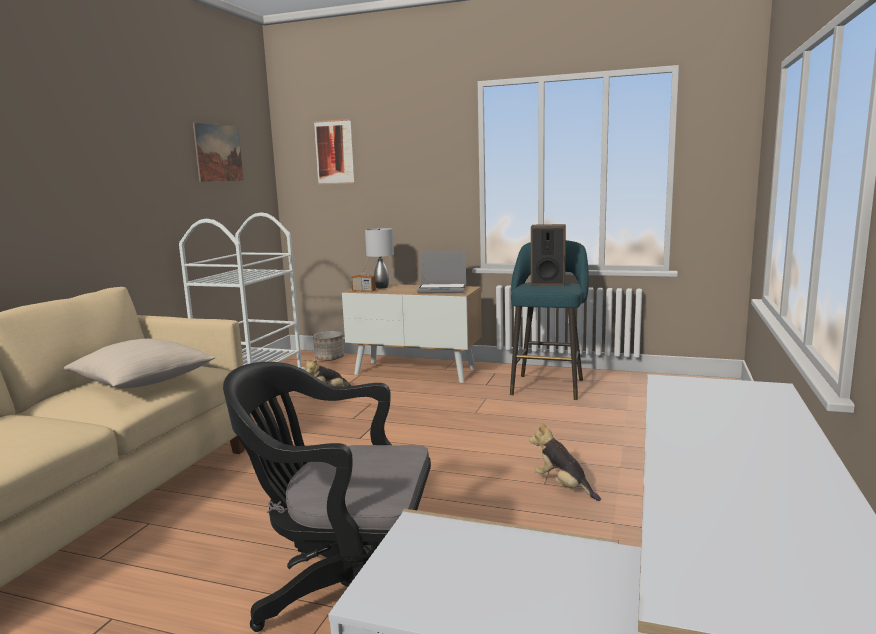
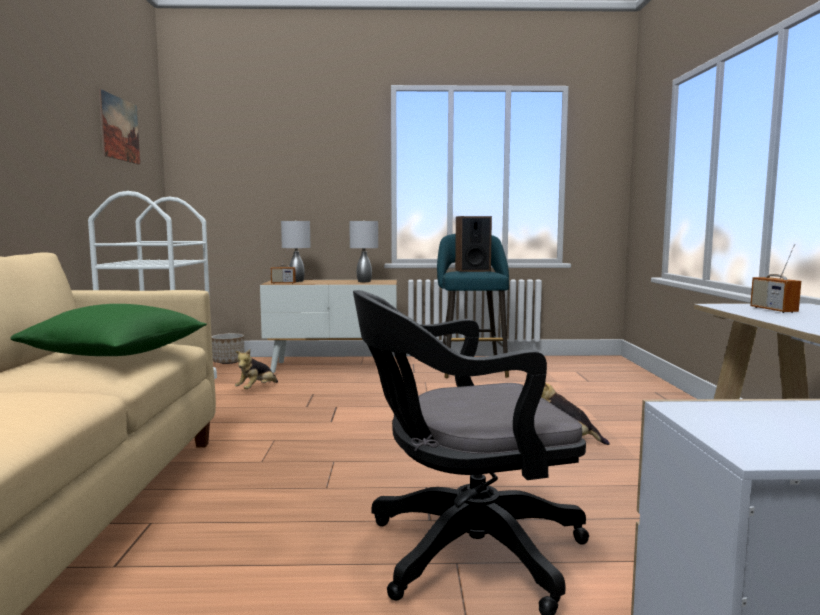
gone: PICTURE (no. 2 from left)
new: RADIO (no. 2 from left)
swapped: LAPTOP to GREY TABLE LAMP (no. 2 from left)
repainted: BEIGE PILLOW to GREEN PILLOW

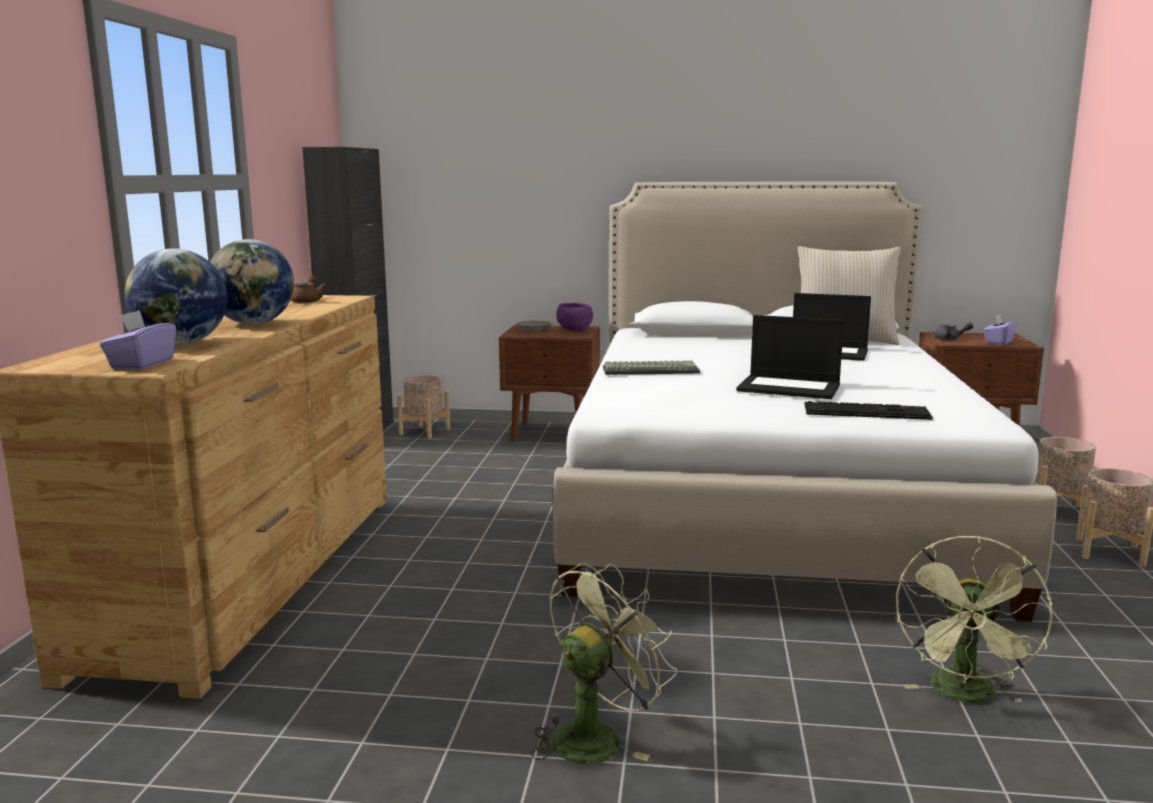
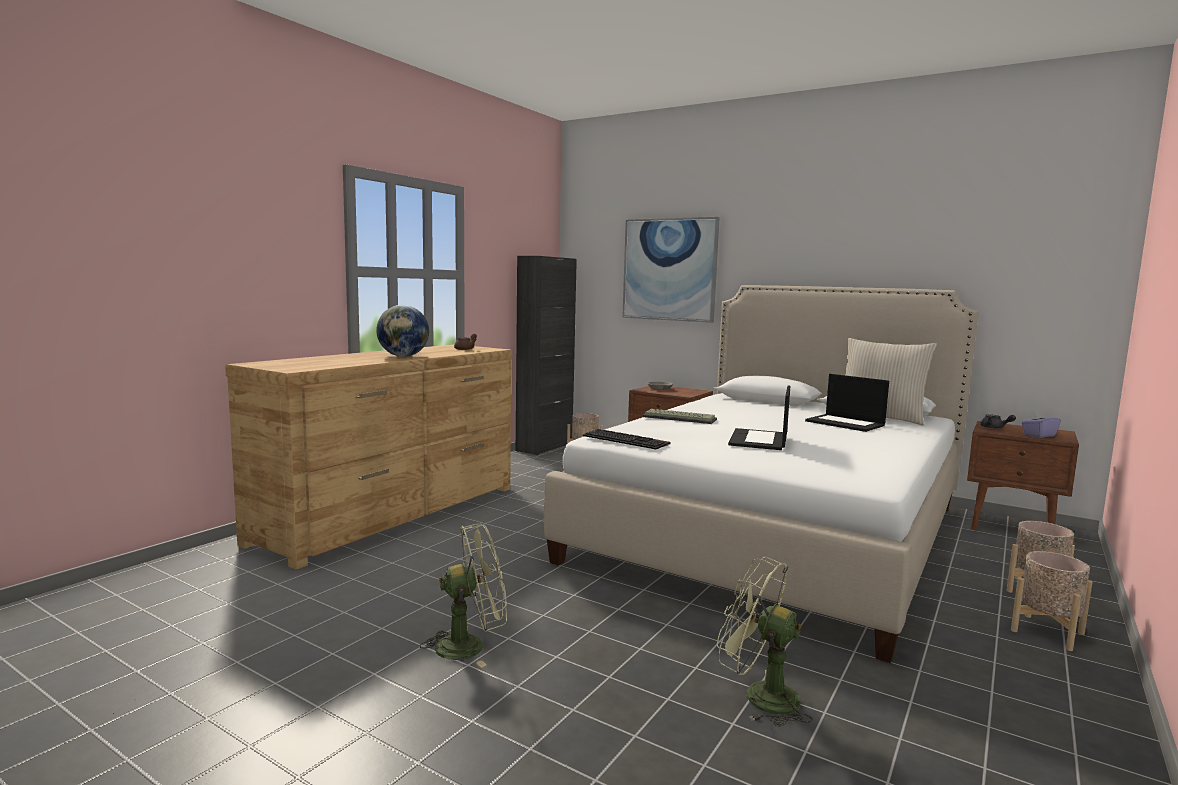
gone: PURPLE TISSUE BOX (no. 1 from left); GLOBE (no. 1 from left); PURPLE BOWL
new: PICTURE
shifted: KEYBOARD (no. 2 from left in the first image) to KEYBOARD (no. 1 from left)
rotated: LAPTOP (no. 1 from left) 60 degrees clockwise; GREEN FAN (no. 2 from left) 75 degrees clockwise

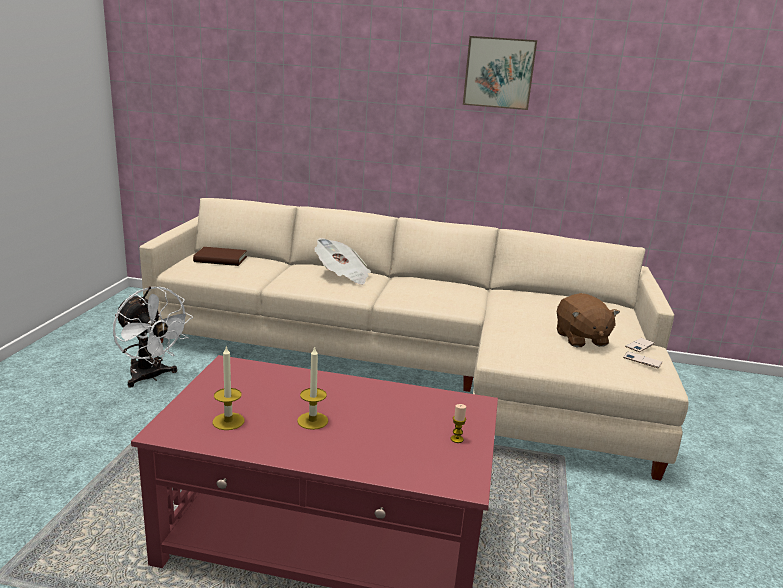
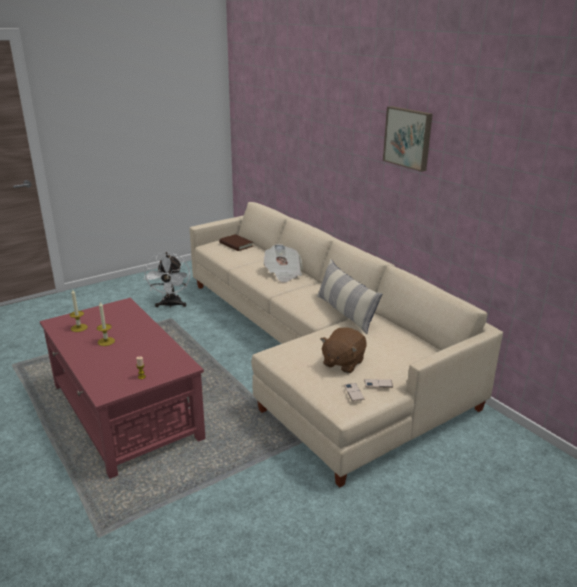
new: PILLOW

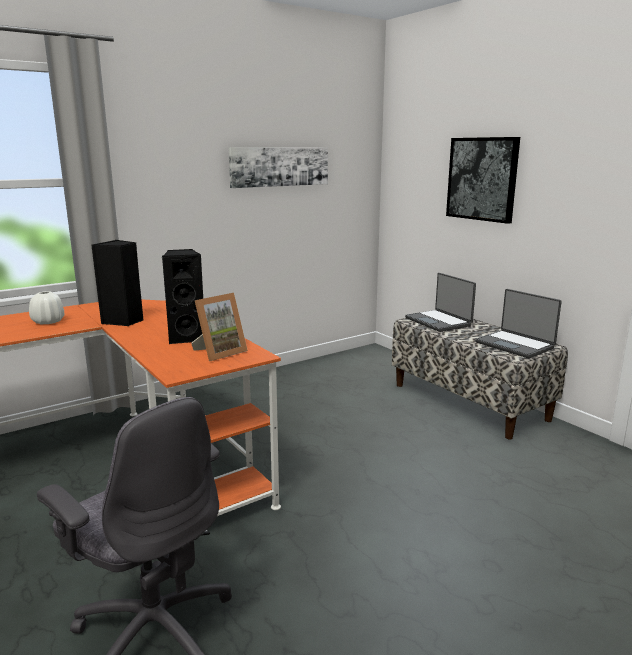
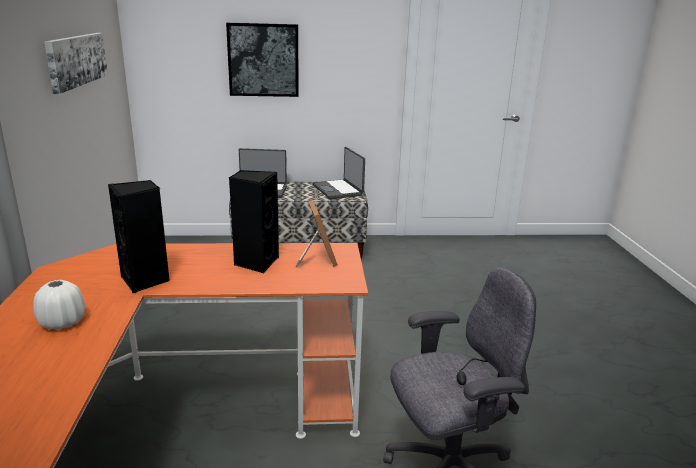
rotated: LAPTOP (no. 2 from left) 75 degrees clockwise

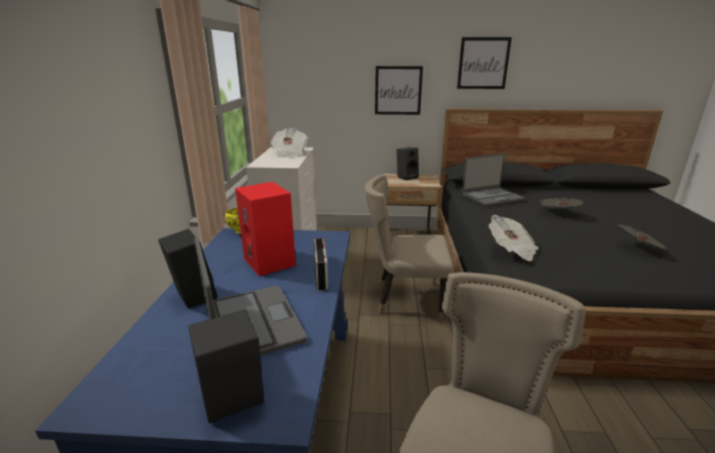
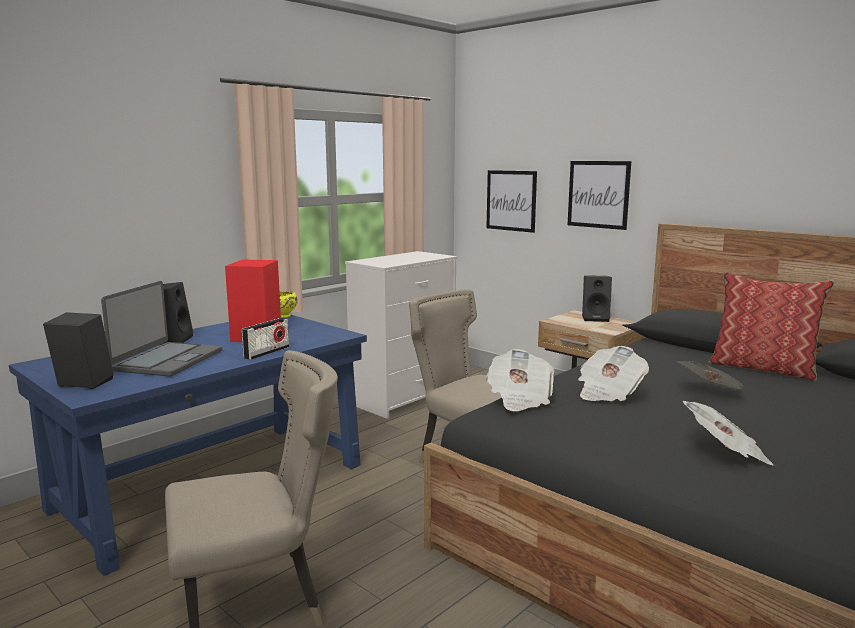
gone: LAPTOP (no. 2 from left)
new: PILLOW
shifted: NEWSPAPER (no. 1 from left in the first image) to NEWSPAPER (no. 2 from left); PICTURE (no. 2 from left in the first image) to PICTURE (no. 1 from left)

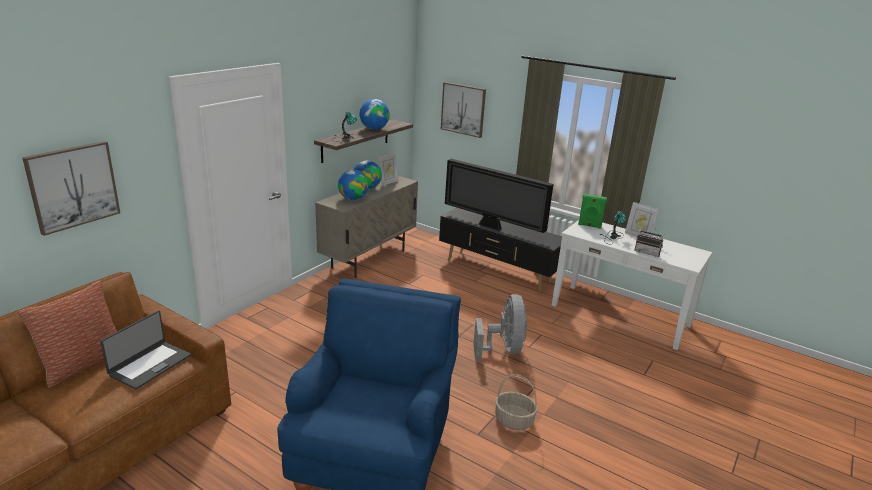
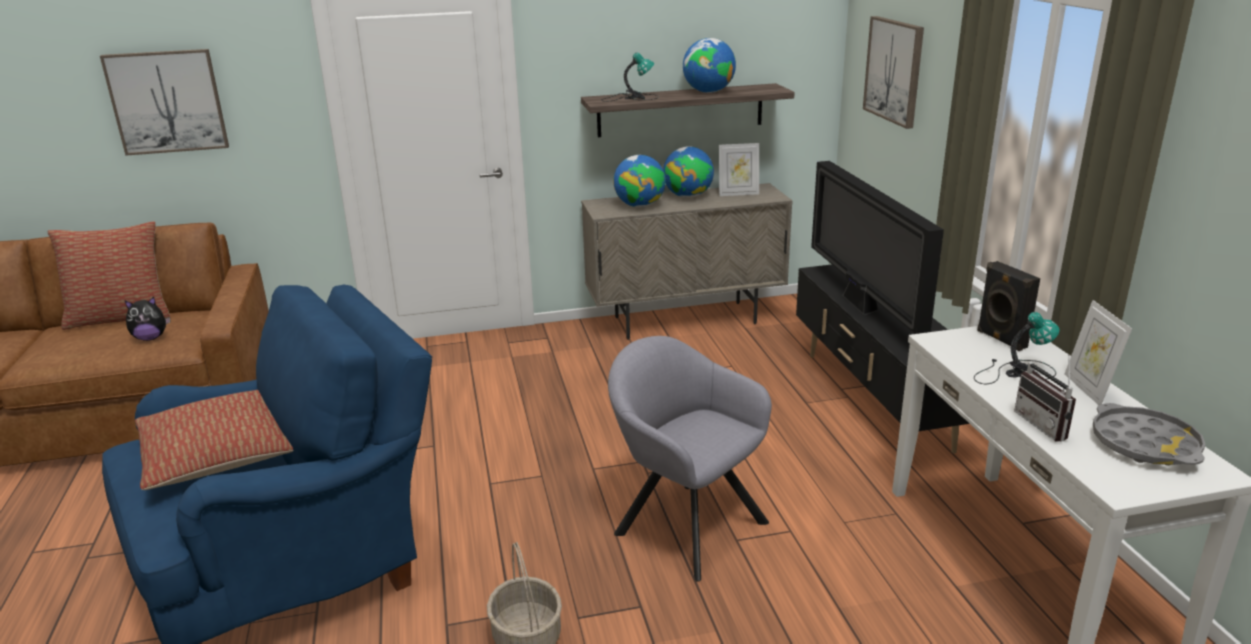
new: PILLOW (no. 2 from left); GREY TRAY
swapped: LAPTOP to PLUSH TOY; GREY FAN to GREY ARMCHAIR
repainted: GREEN SPEAKER to BLACK SPEAKER

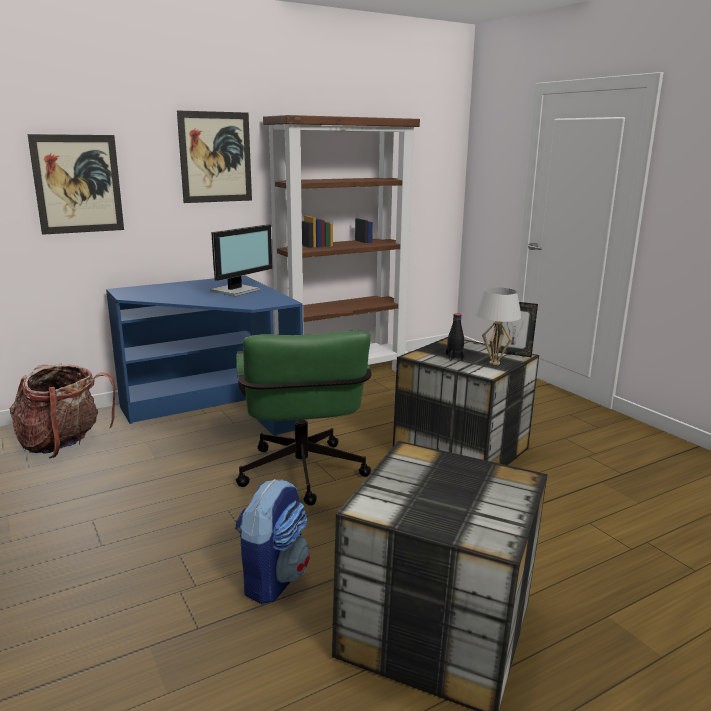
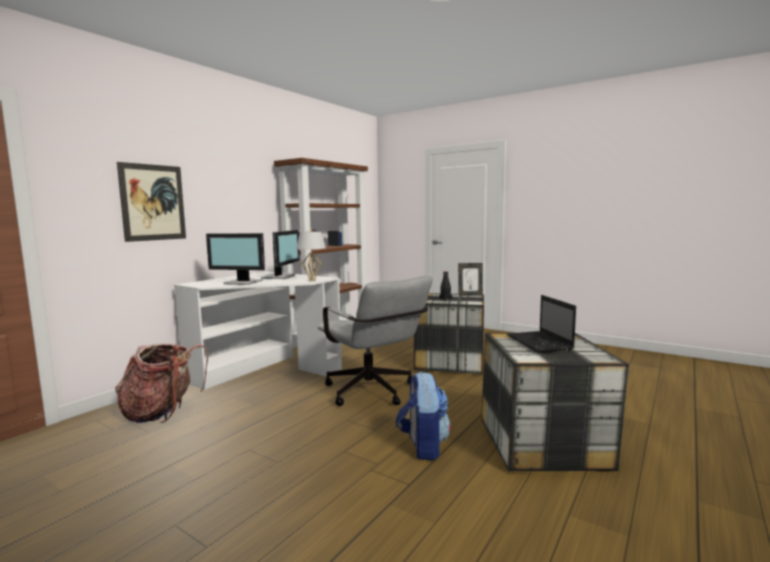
gone: PICTURE (no. 2 from left)
new: MONITOR (no. 1 from left); LAPTOP
shifted: WHITE TABLE LAMP
repainted: BLUE DESK to WHITE DESK; GREEN OFFICE CHAIR to GREY OFFICE CHAIR

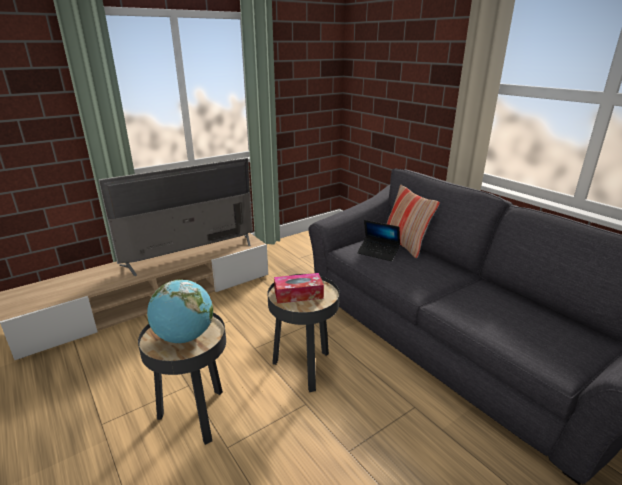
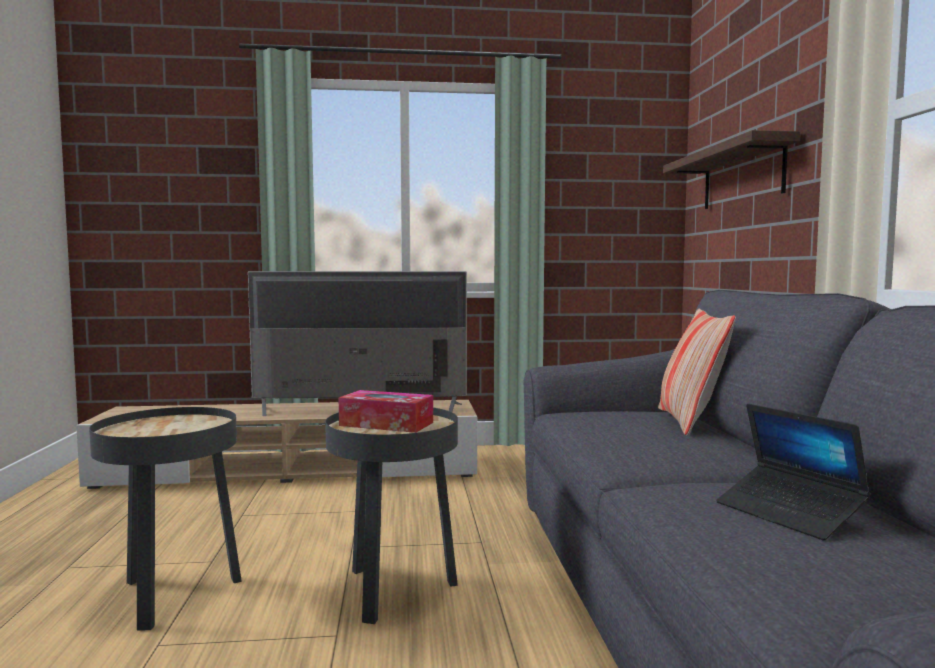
gone: GLOBE
new: SHELF
shifted: LAPTOP

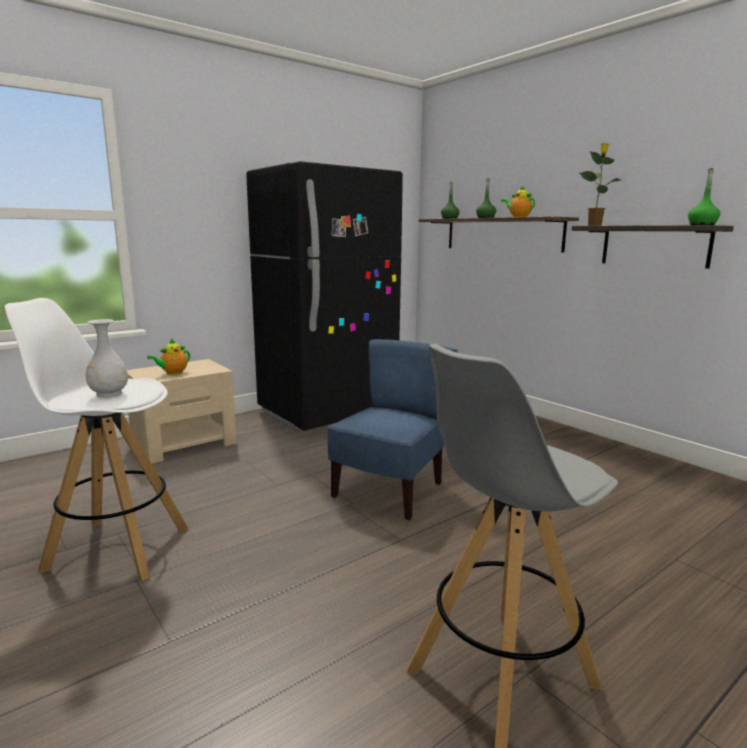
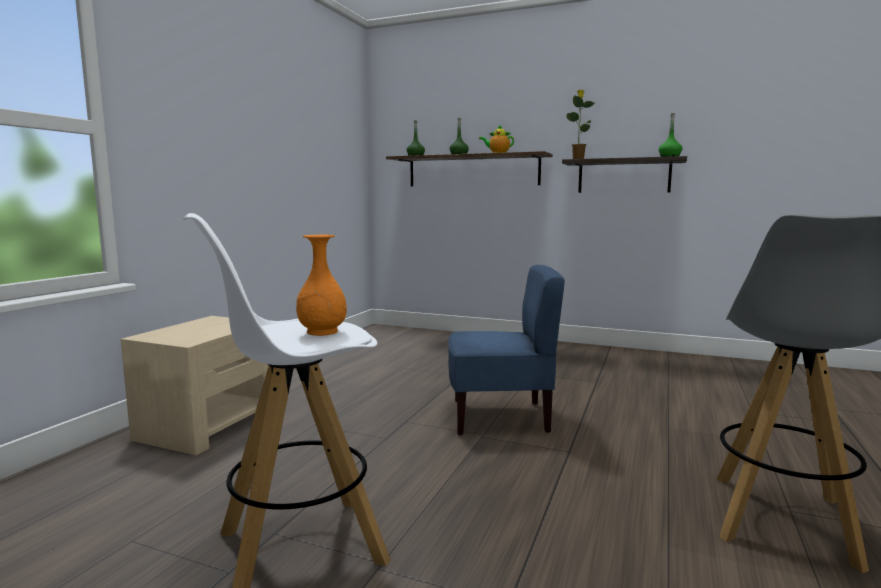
gone: TEAPOT (no. 1 from left); BLACK FRIDGE
repainted: WHITE VASE to ORANGE VASE
rotated: BLUE CHAIR 90 degrees clockwise

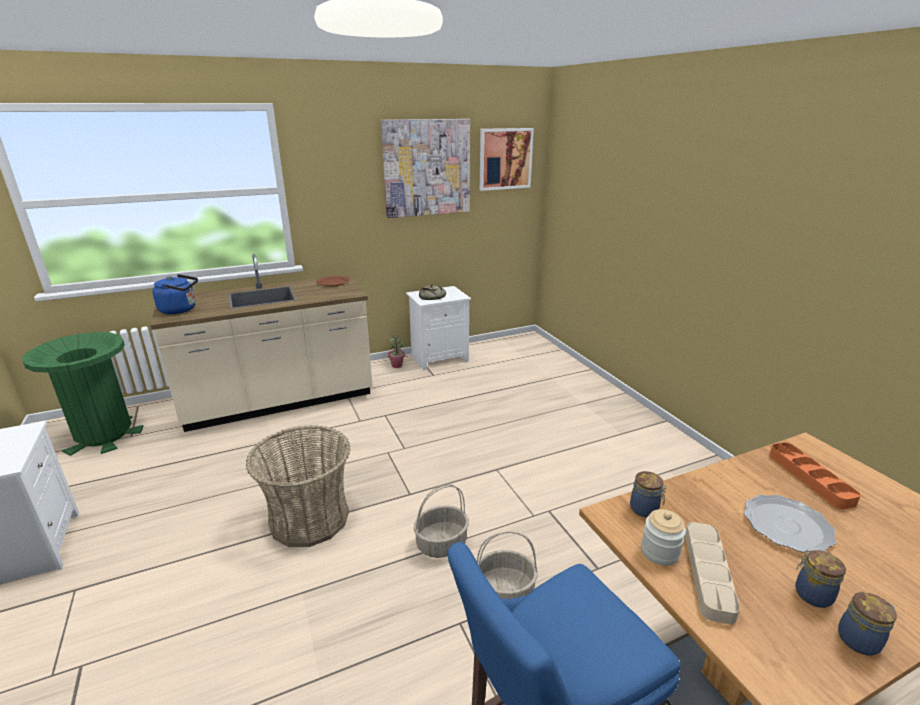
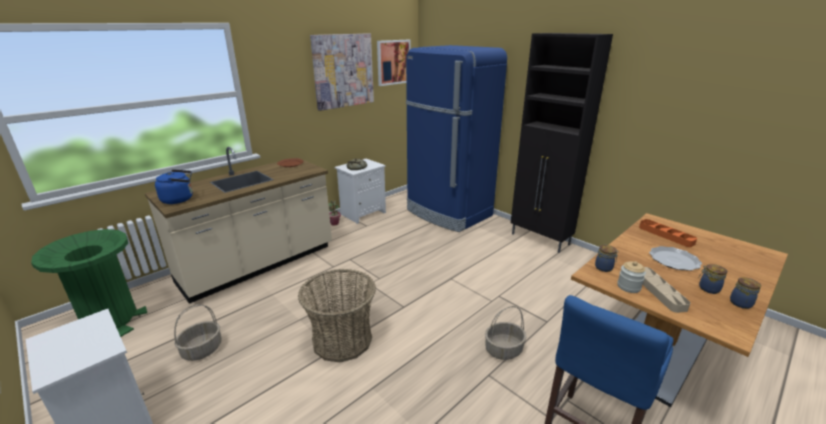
new: BLUE FRIDGE; BLACK CABINET
shifted: BASKET (no. 2 from left in the first image) to BASKET (no. 1 from left)

